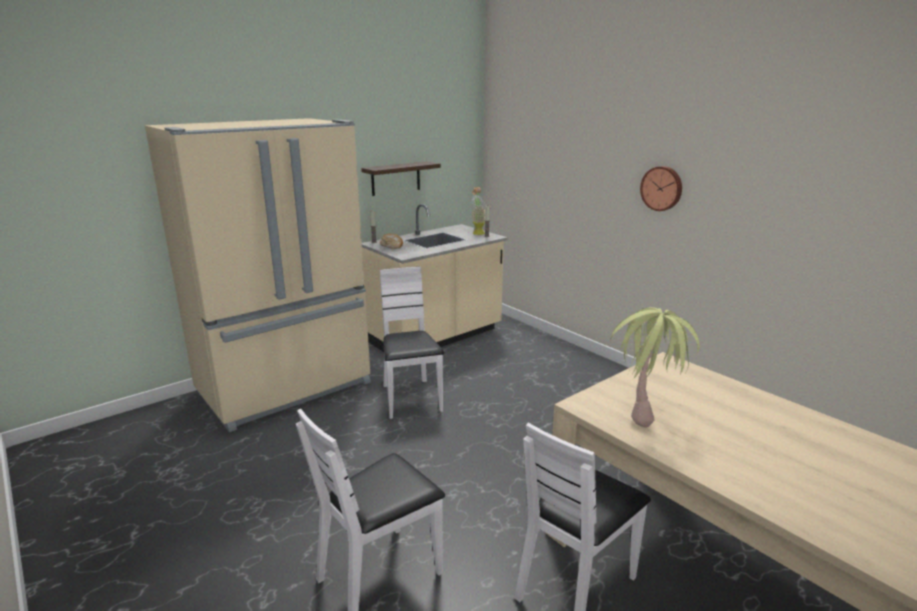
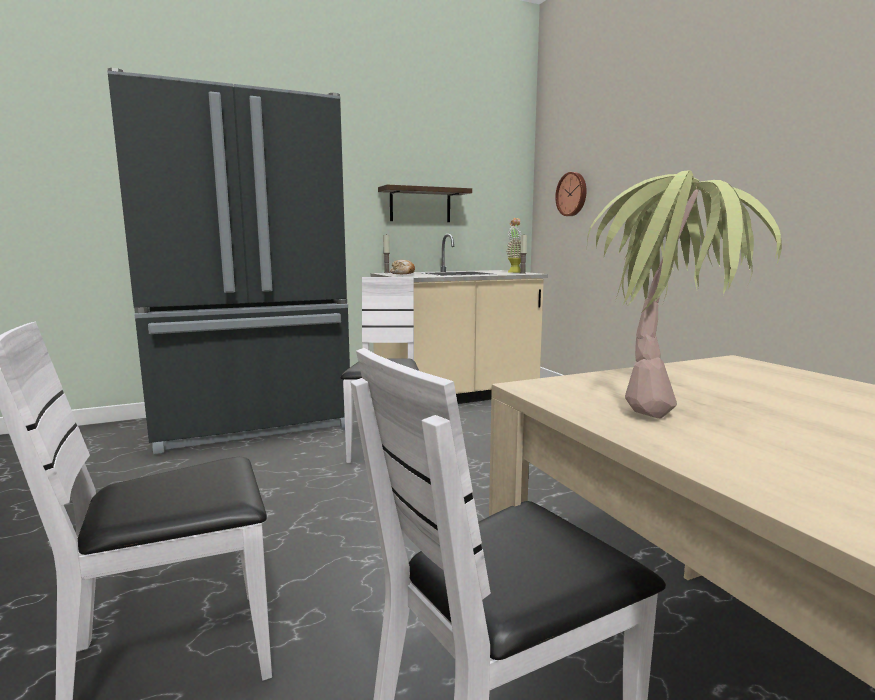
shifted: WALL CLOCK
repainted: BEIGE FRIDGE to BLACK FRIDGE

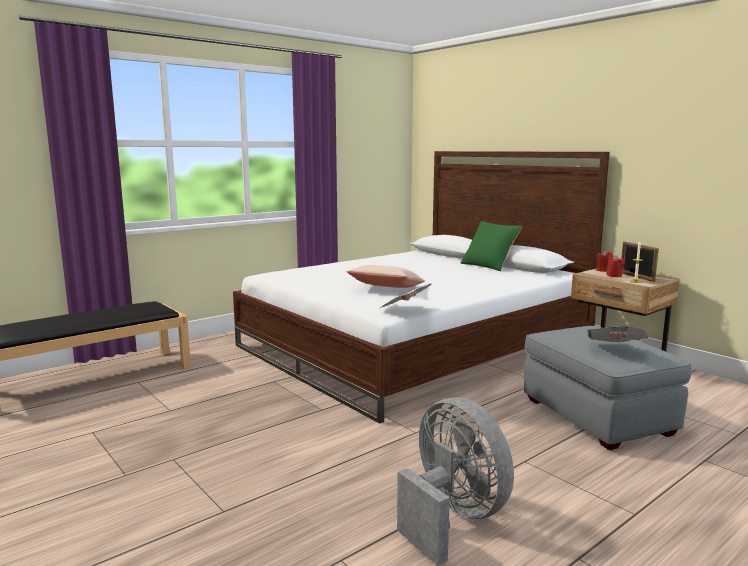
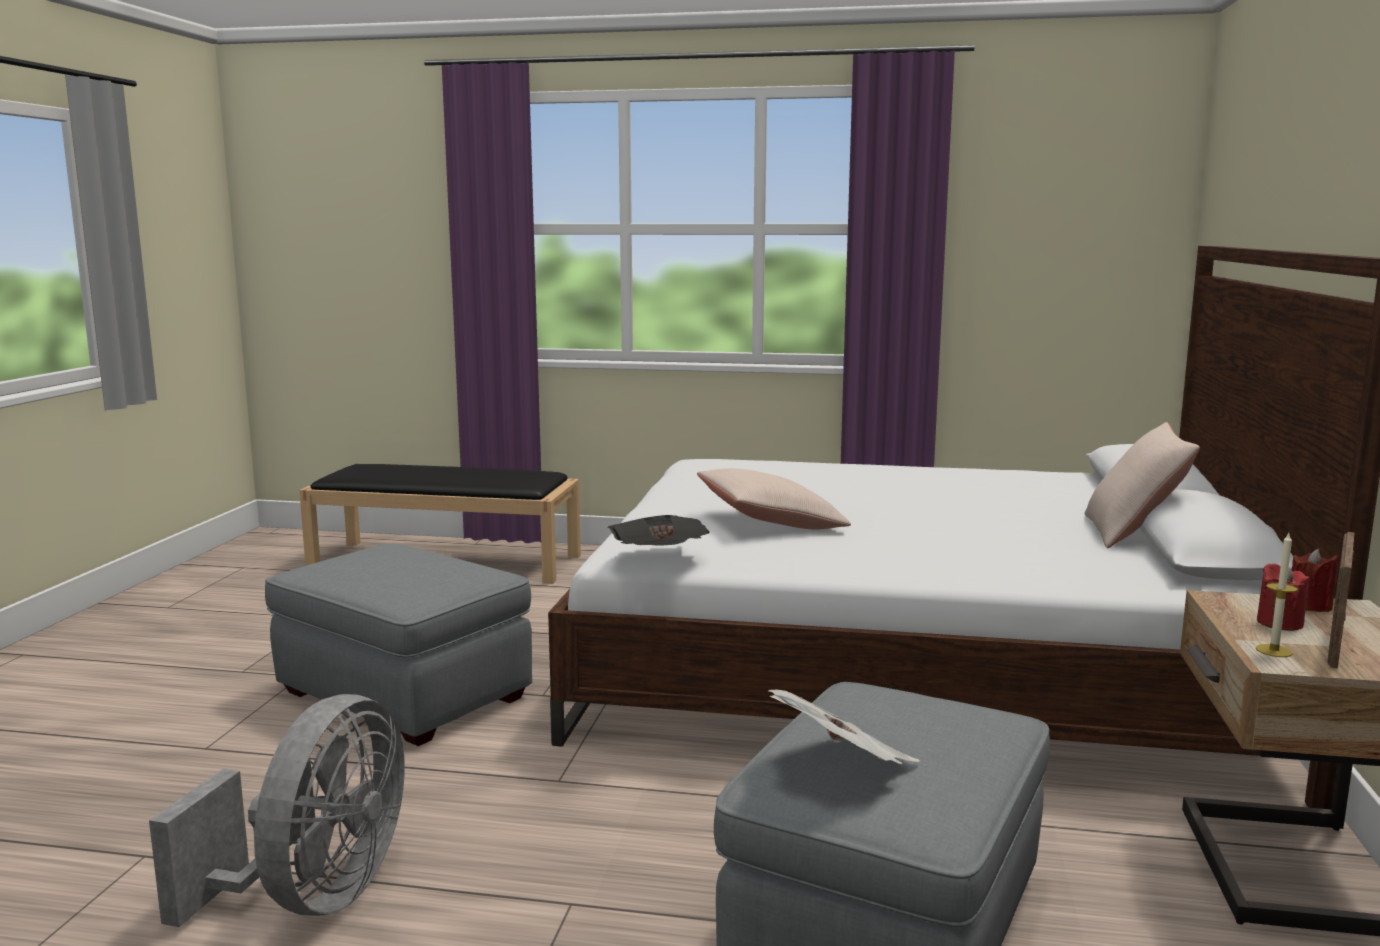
new: GREY OTTOMAN (no. 1 from left)
repainted: GREEN PILLOW to BEIGE PILLOW (no. 2 from left)

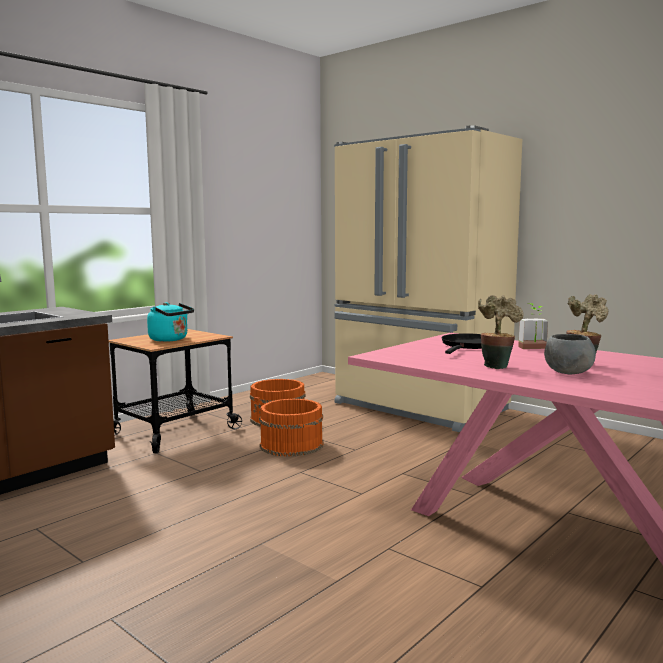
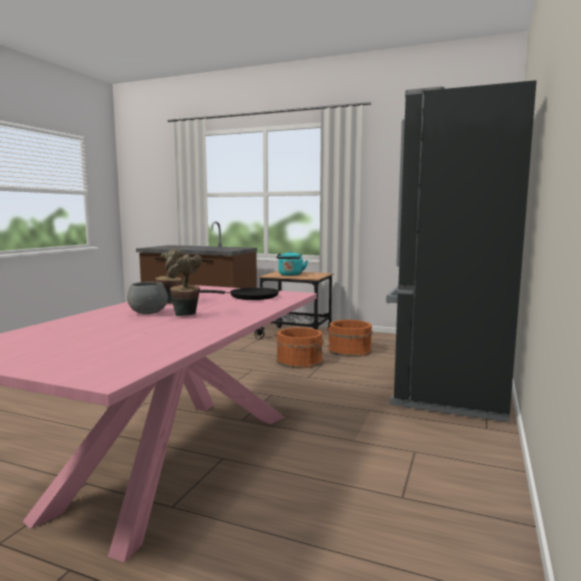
gone: POTTED PLANT (no. 2 from left)
repainted: BEIGE FRIDGE to BLACK FRIDGE

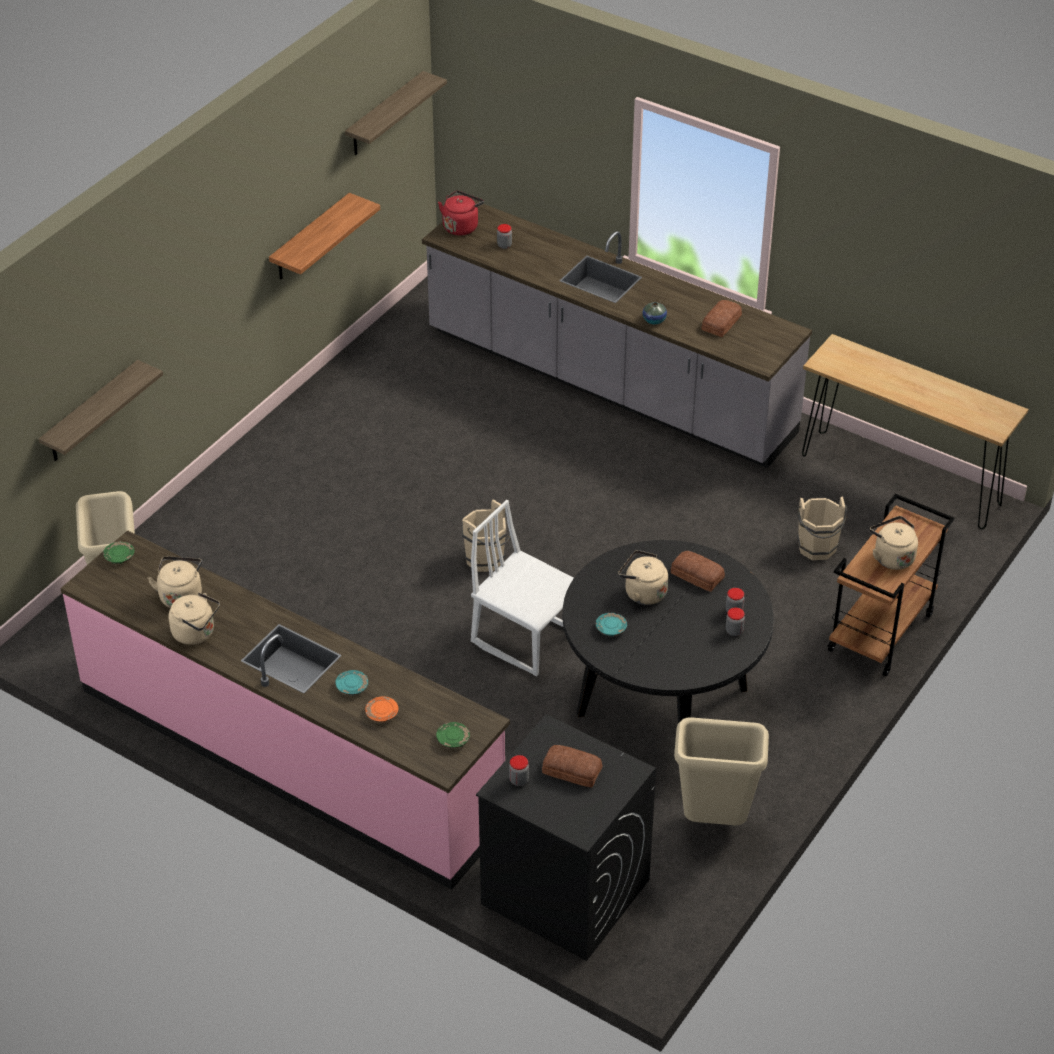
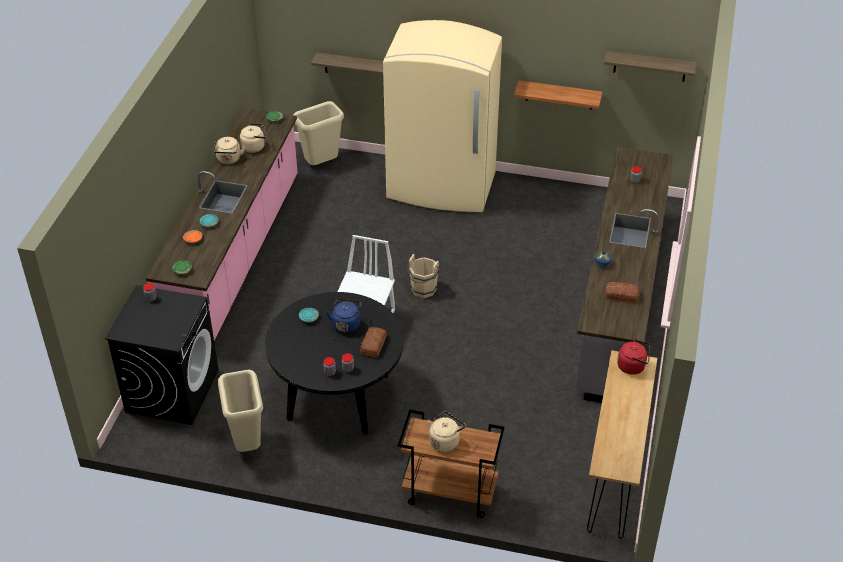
gone: BREAD (no. 1 from left); BEIGE BUCKET (no. 2 from left)
new: BEIGE FRIDGE
shifted: RED KETTLE
repainted: BEIGE KETTLE (no. 3 from left) to BLUE KETTLE

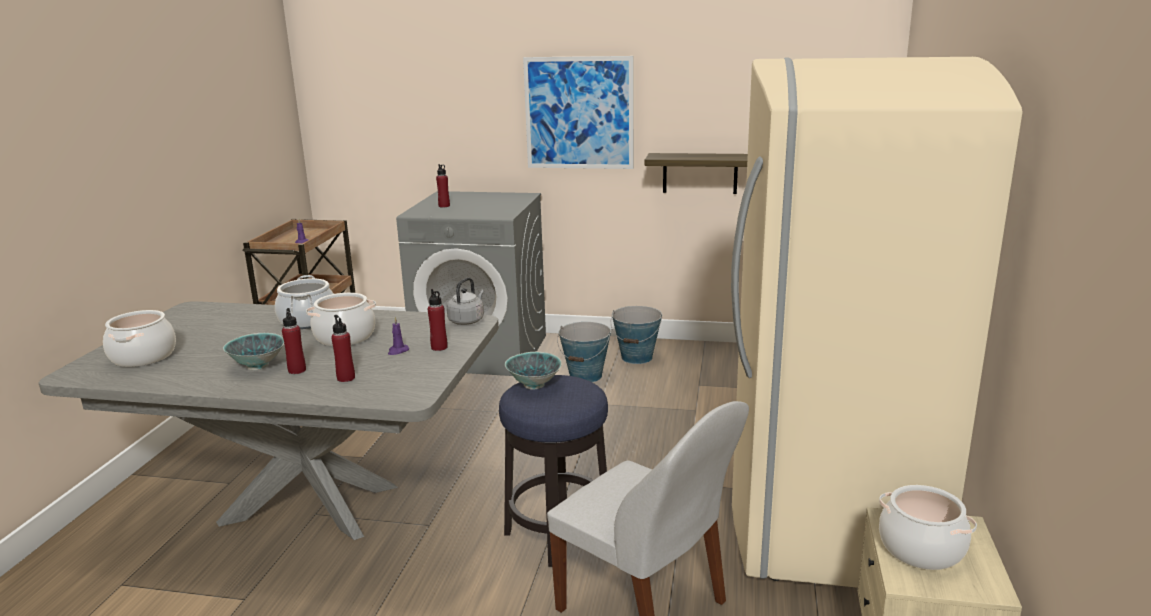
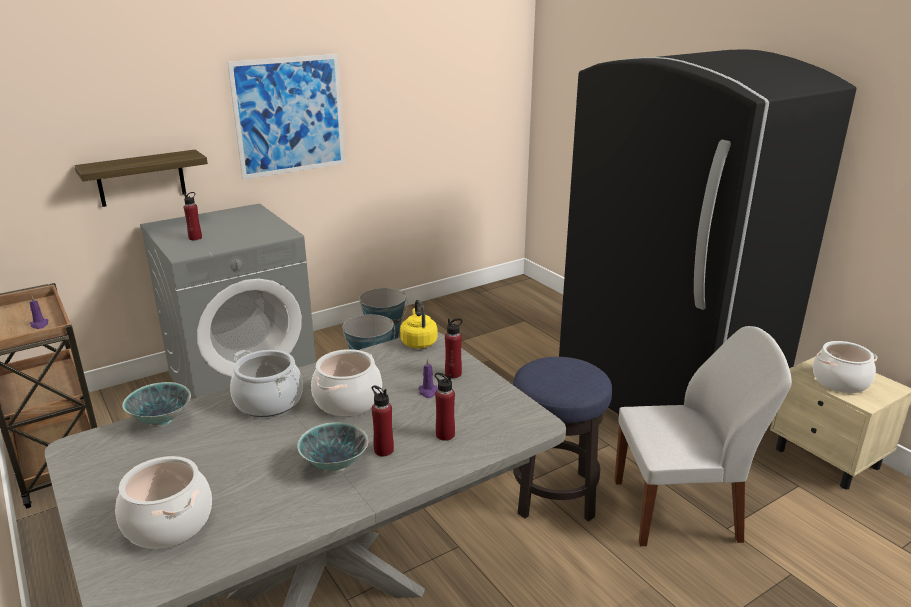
shifted: BOWL (no. 2 from left in the first image) to BOWL (no. 1 from left); SHELF
repainted: GREY KETTLE to YELLOW KETTLE; BEIGE FRIDGE to BLACK FRIDGE

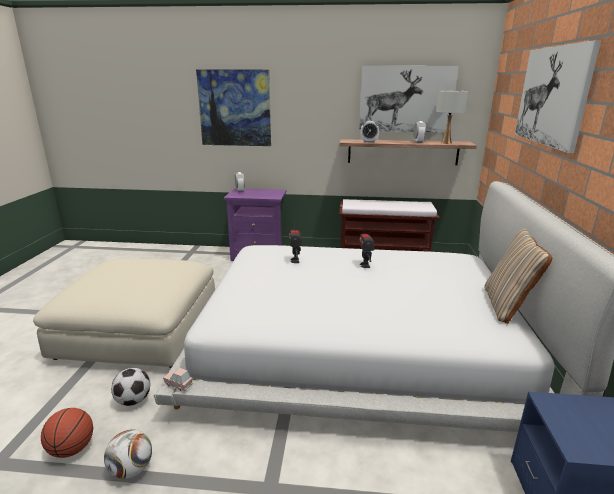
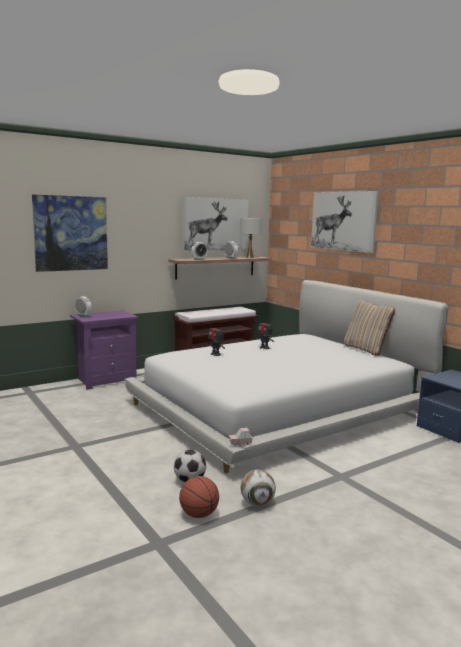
gone: BEIGE OTTOMAN

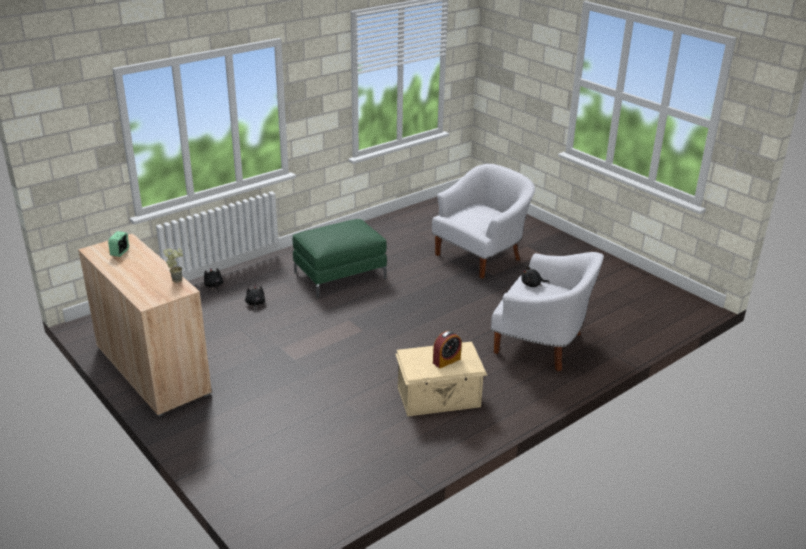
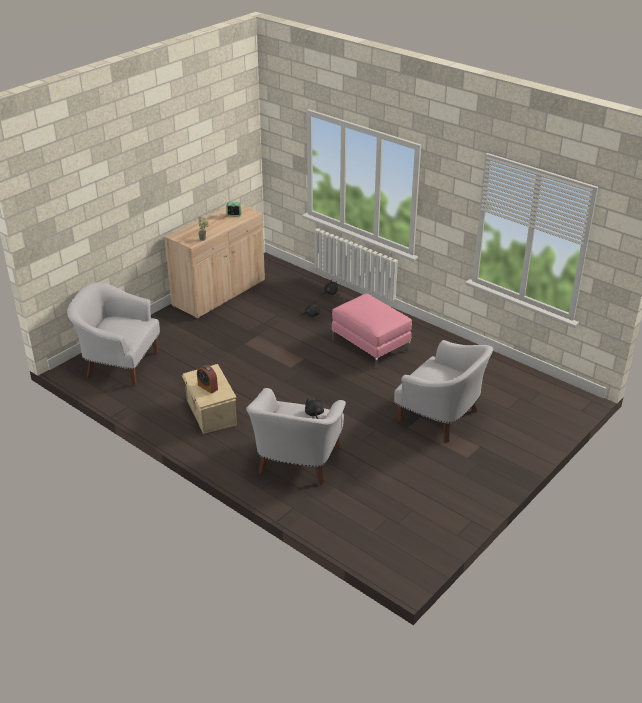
new: WHITE ARMCHAIR (no. 1 from left)
repainted: GREEN OTTOMAN to PINK OTTOMAN

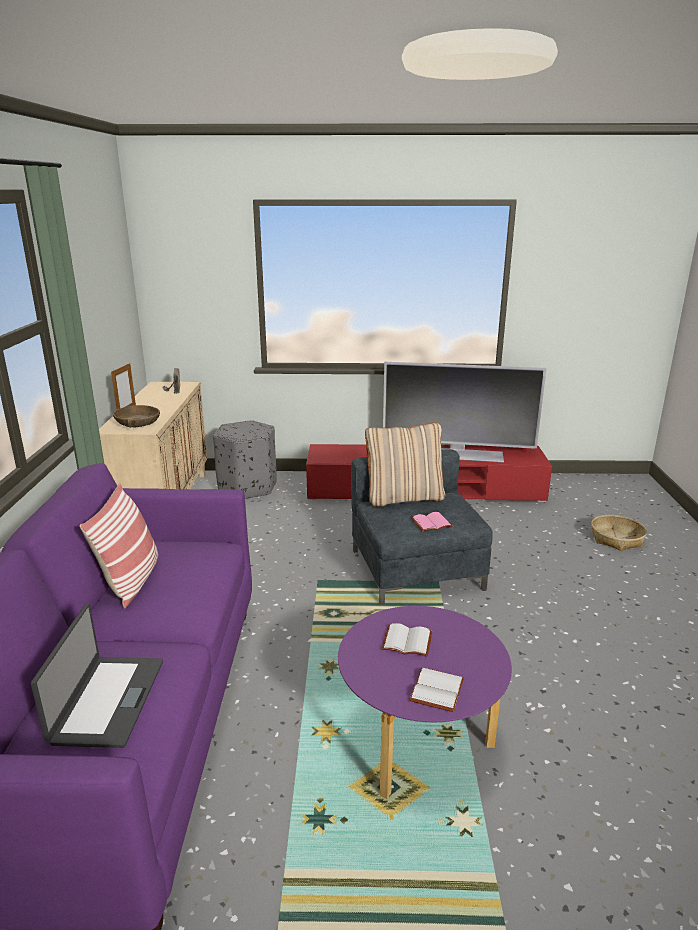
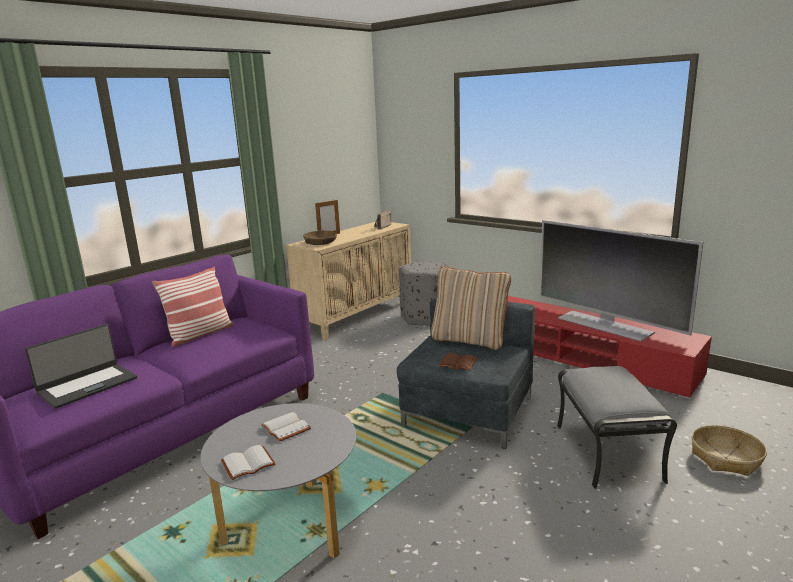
new: GREY OTTOMAN (no. 2 from left)
repainted: PURPLE COFFEE TABLE to GREY COFFEE TABLE; PINK BOOK to BROWN BOOK

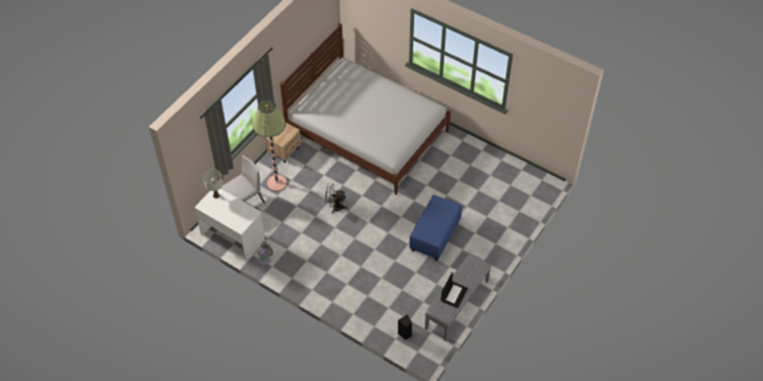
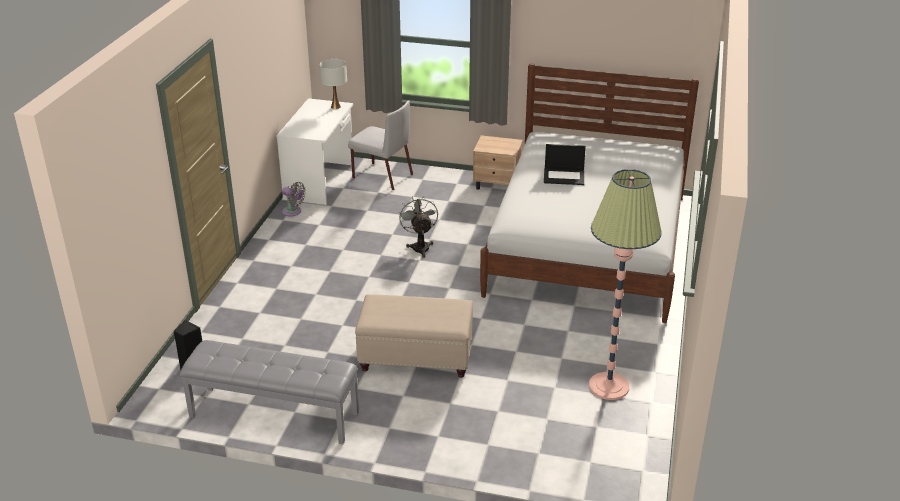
shifted: FLOOR LAMP; LAPTOP
repainted: BLUE OTTOMAN to BEIGE OTTOMAN

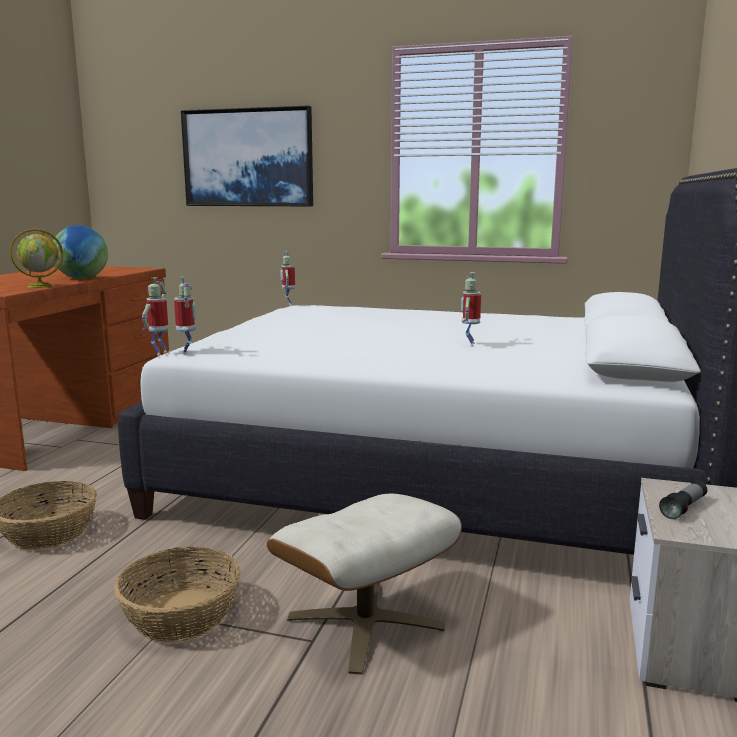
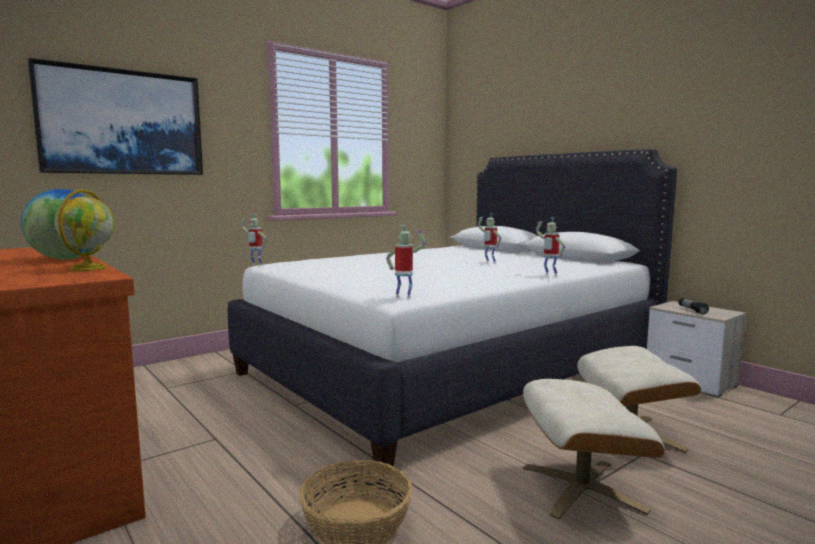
shifted: TOY ROBOT (no. 1 from left in the first image) to TOY ROBOT (no. 4 from left)
swapped: BASKET (no. 2 from left) to BEIGE OTTOMAN (no. 1 from left)

